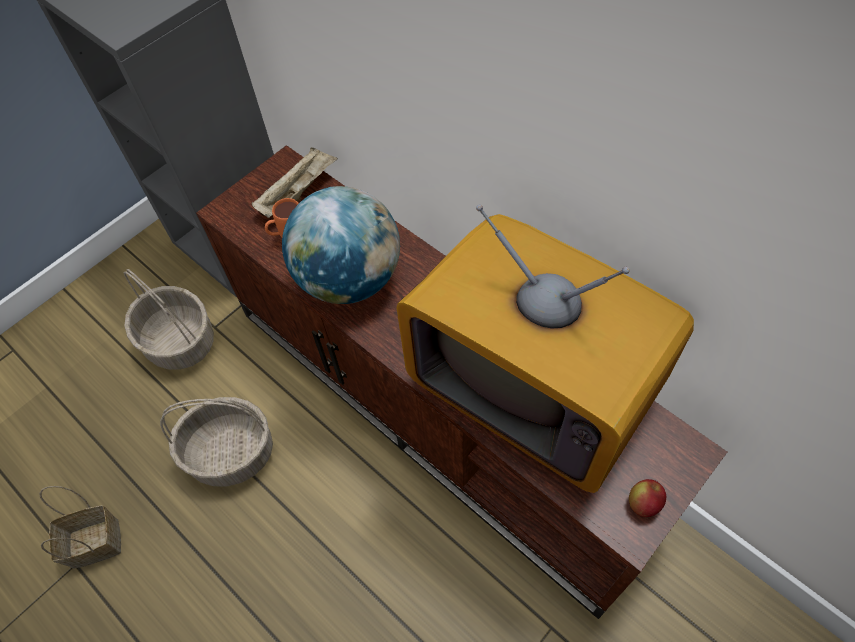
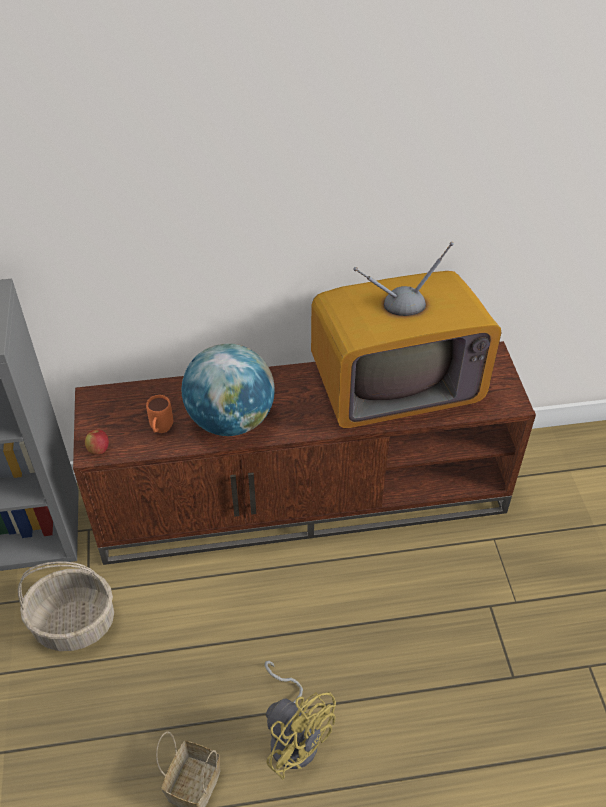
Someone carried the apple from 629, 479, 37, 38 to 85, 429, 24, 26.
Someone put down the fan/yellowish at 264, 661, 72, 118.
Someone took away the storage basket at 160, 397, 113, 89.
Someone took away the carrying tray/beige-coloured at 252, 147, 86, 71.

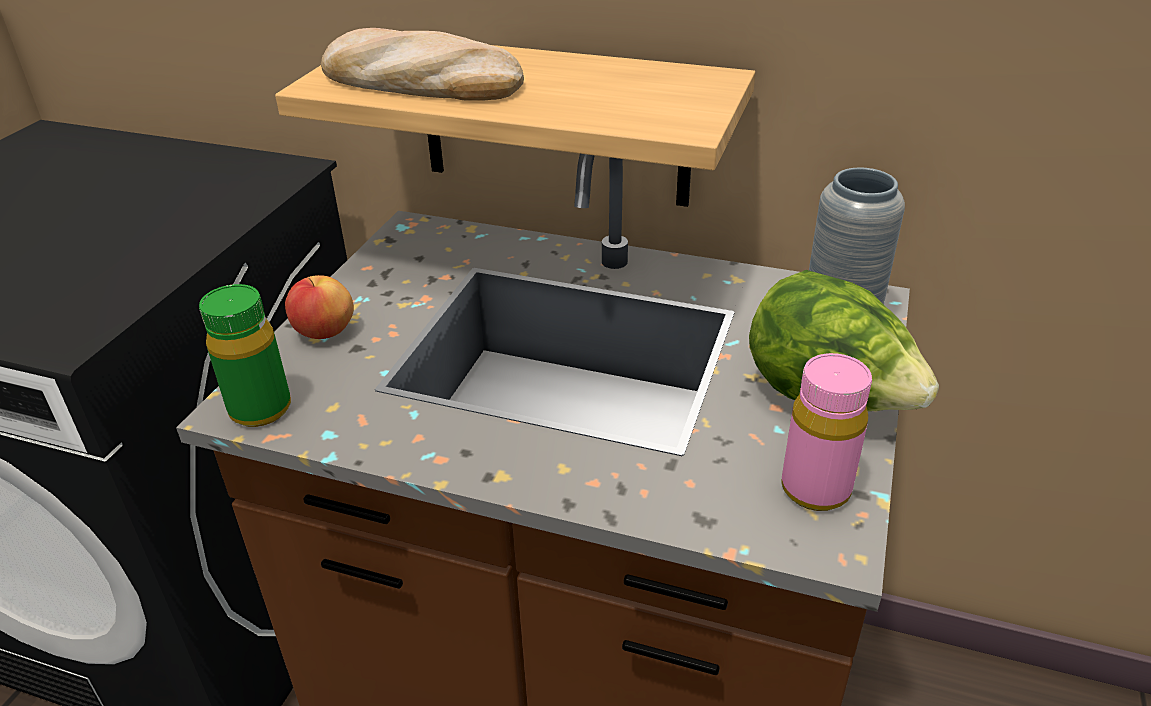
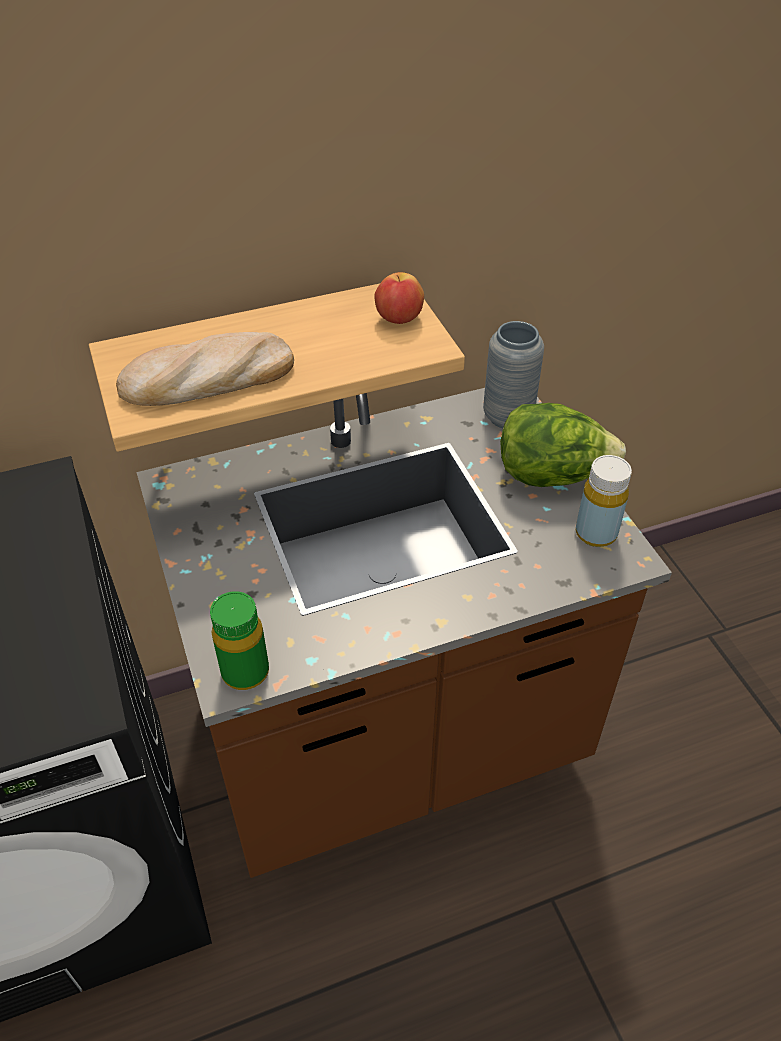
Someone carried the apple from 285, 275, 69, 64 to 374, 272, 50, 52.
Someone repainted the drink bottle/pinkish at 781, 353, 91, 158, which became the drink bottle/yellowish at 576, 455, 56, 92.

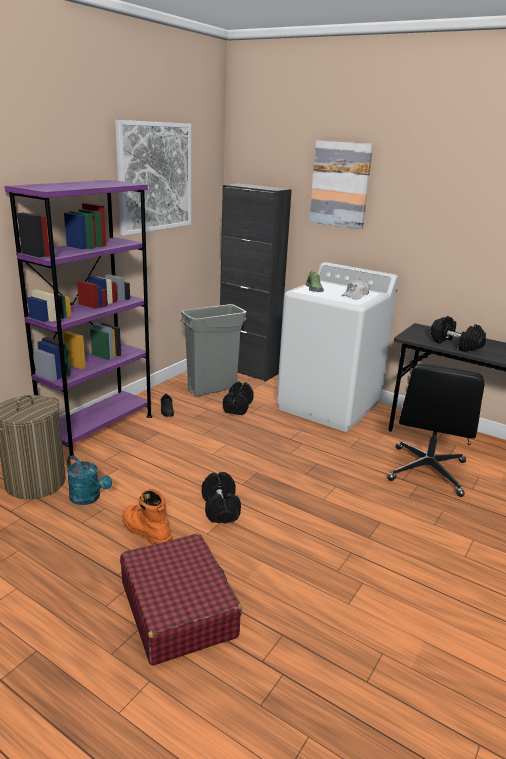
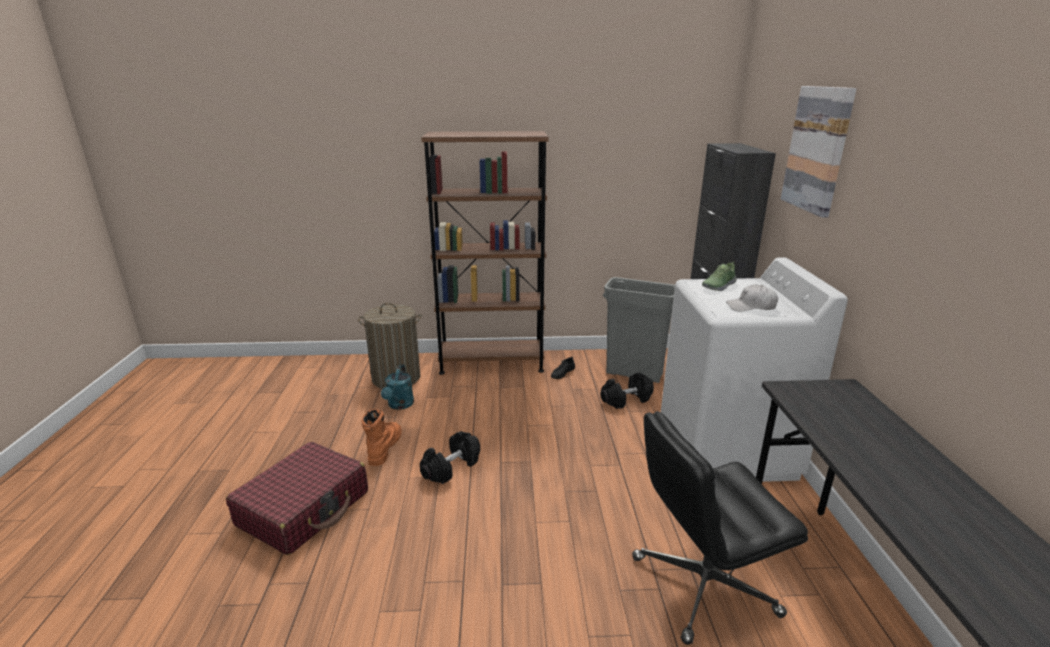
Someone repainted the shelving unit/purple at 4, 180, 148, 279, which became the shelving unit/brown-coloured at 421, 131, 128, 244.
Someone took away the wall art at 115, 120, 76, 116.
Someone took away the dumbbell/black at 431, 316, 55, 36.

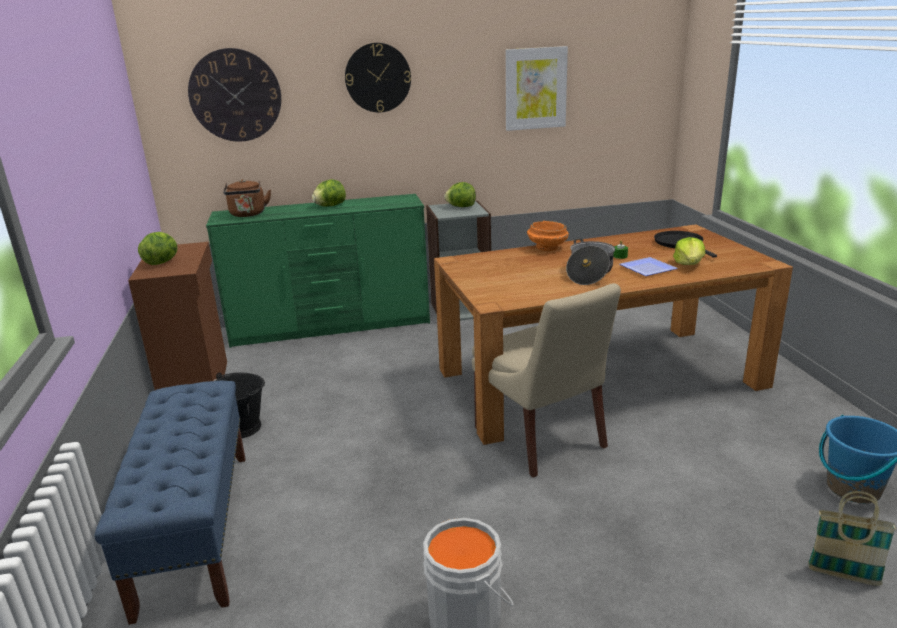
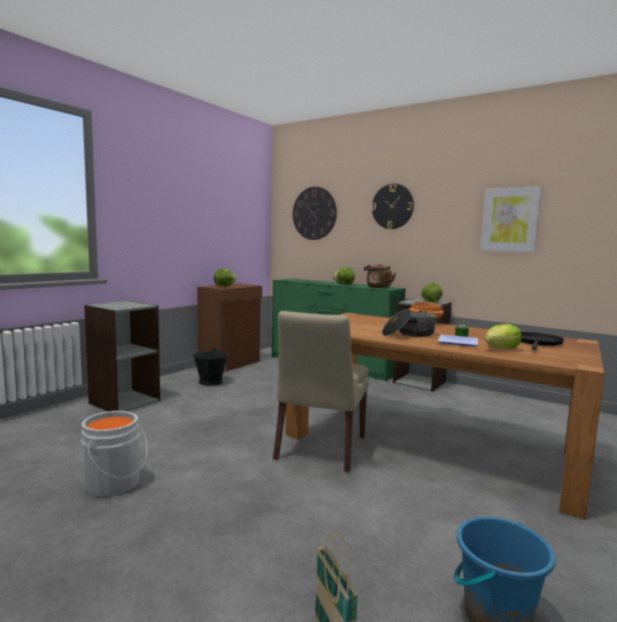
Someone swapped the bench/blue-coloured at 94, 381, 152, 244 for the shelving unit/grey at 84, 301, 76, 110.
Someone carried the water kettle/brown-coloured from 223, 179, 48, 38 to 364, 264, 32, 24.

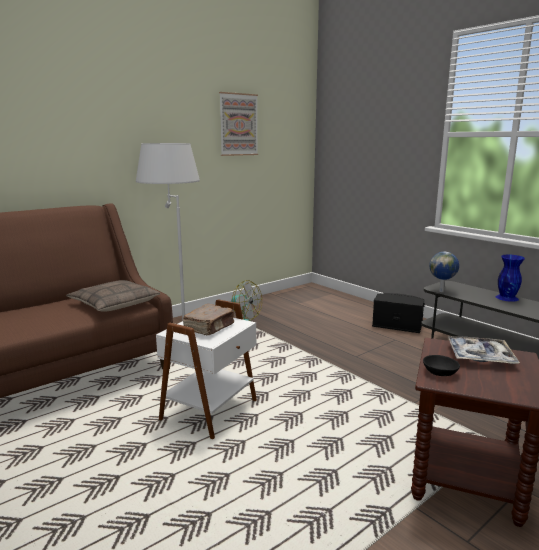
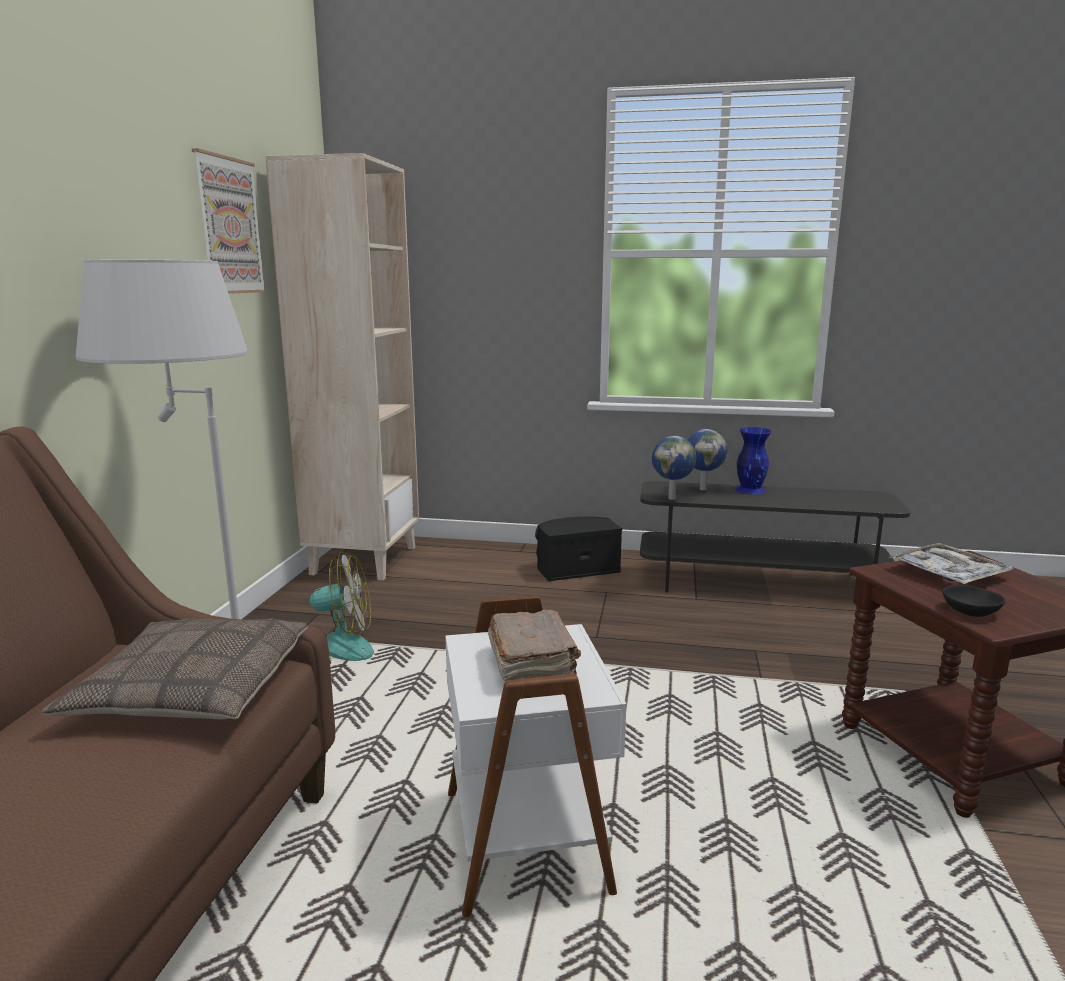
Someone put down the shelving unit/beige-coloured at 265, 153, 154, 427.
Someone put down the globe at 688, 429, 40, 61.

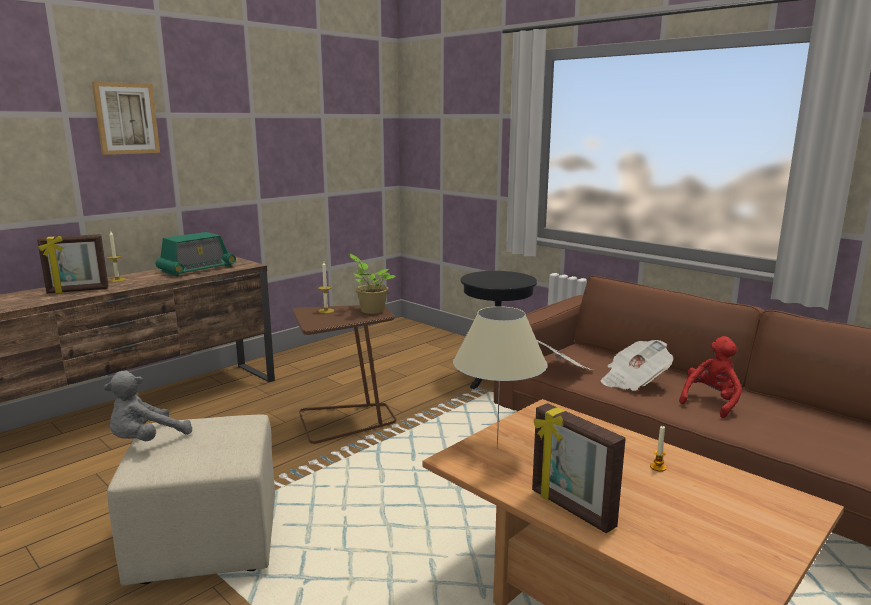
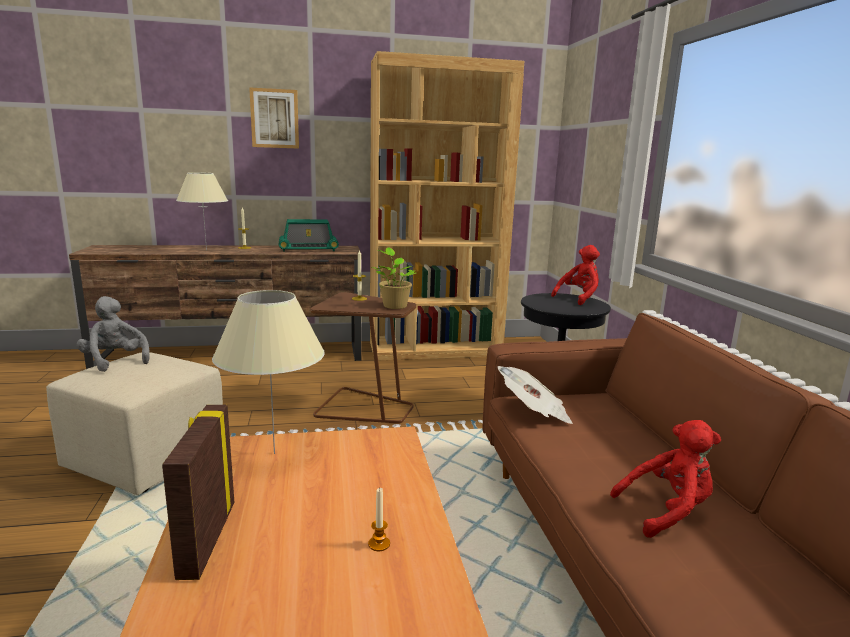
Someone rotated the cuddly toy/grey at 104, 371, 88, 70 by 60 degrees clockwise.
Someone swapped the picture frame at 37, 234, 72, 60 for the table lamp/beige-coloured at 176, 172, 52, 78.
Someone put down the shelving unit/brown-coloured at 370, 51, 154, 309.
Someone put down the cuddly toy/red-coloured at 551, 245, 49, 60.
Someone took away the printed paper at 601, 340, 72, 51.

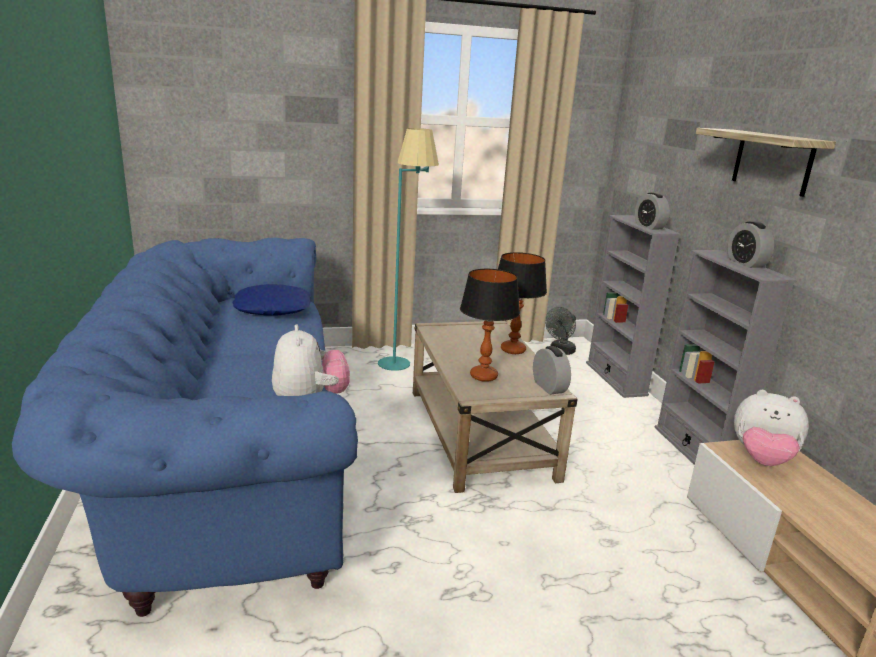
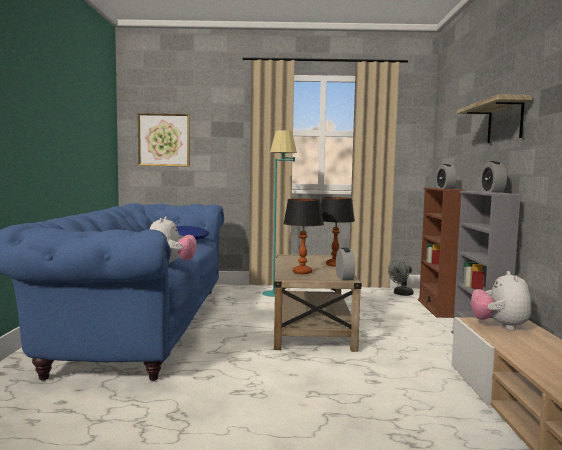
Someone put up the wall art at 138, 113, 52, 54.
Someone repainted the shelving unit/grey at 586, 215, 95, 183, which became the shelving unit/brown-coloured at 418, 187, 47, 131.
Someone rotated the cuddly toy at 734, 390, 75, 76 by 60 degrees clockwise.

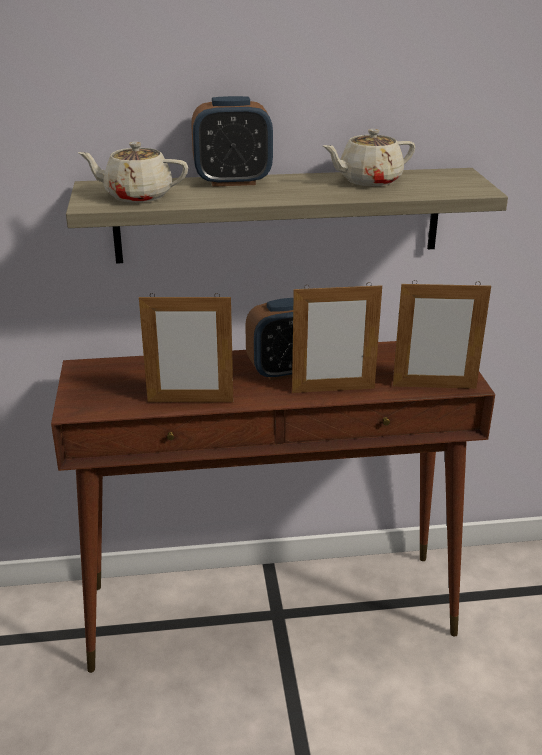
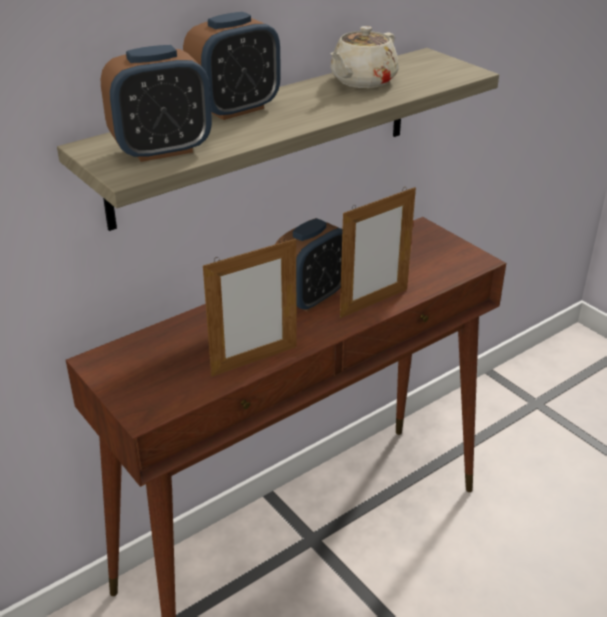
Someone swapped the tea pot/beige-coloured at 78, 142, 110, 61 for the alarm clock at 101, 45, 111, 117.
Someone took away the picture frame at 393, 280, 98, 109.

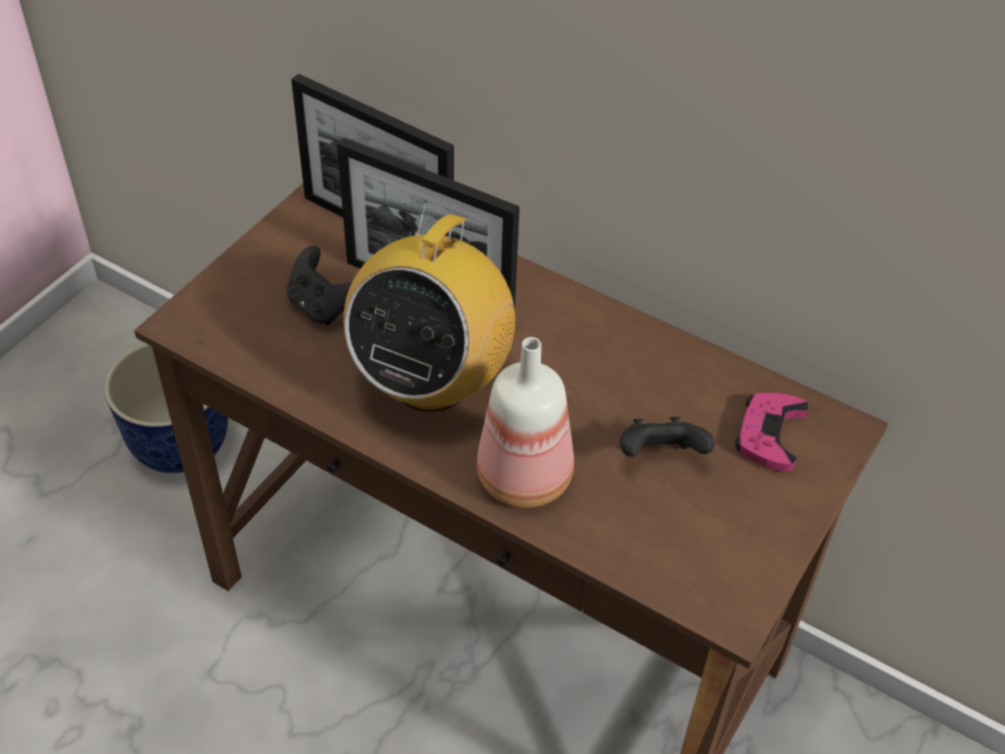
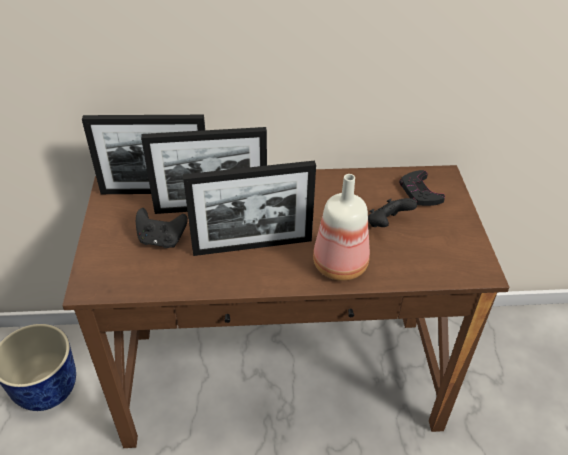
Someone swapped the radio set at 343, 201, 172, 210 for the picture frame at 183, 161, 133, 95.
Someone repainted the game controller/pinkish at 735, 393, 73, 79, which became the game controller/black at 399, 170, 46, 36.

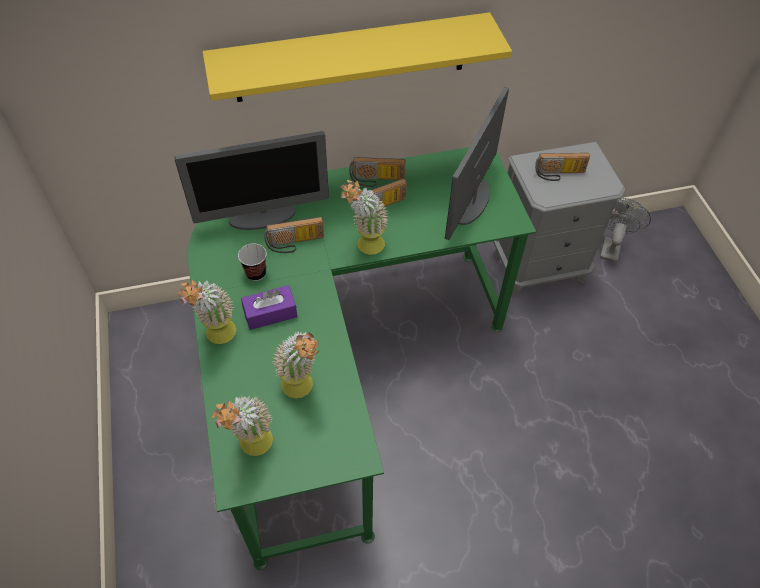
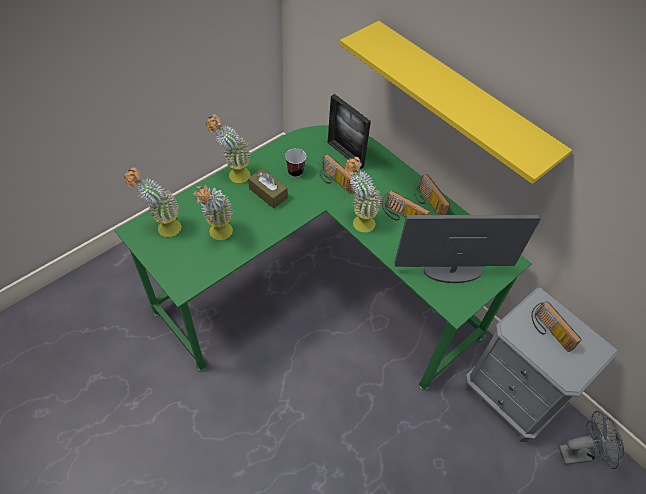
Someone repainted the tissue holder/purple at 241, 285, 57, 45, which became the tissue holder/brown-coloured at 248, 168, 40, 40.
Someone swapped the computer display at 174, 131, 155, 99 for the picture frame at 328, 94, 43, 75.

